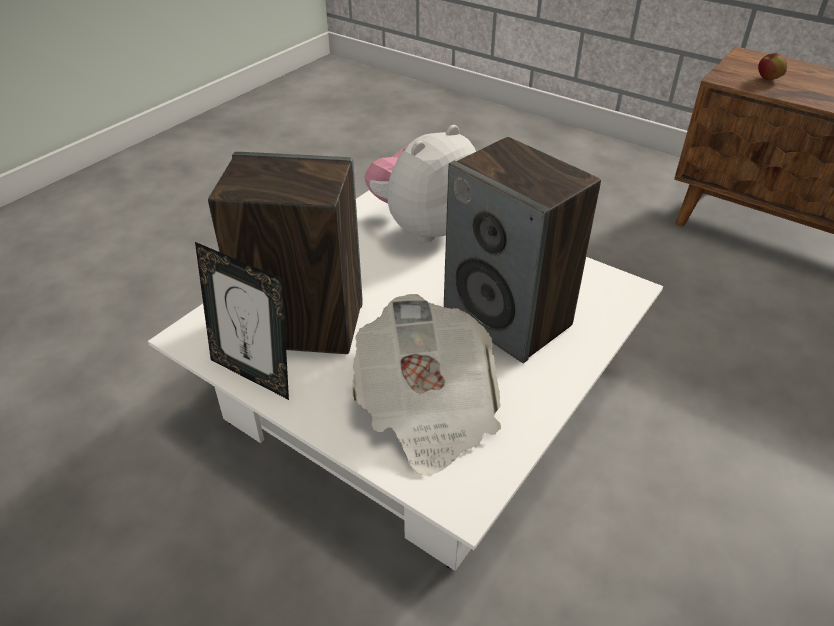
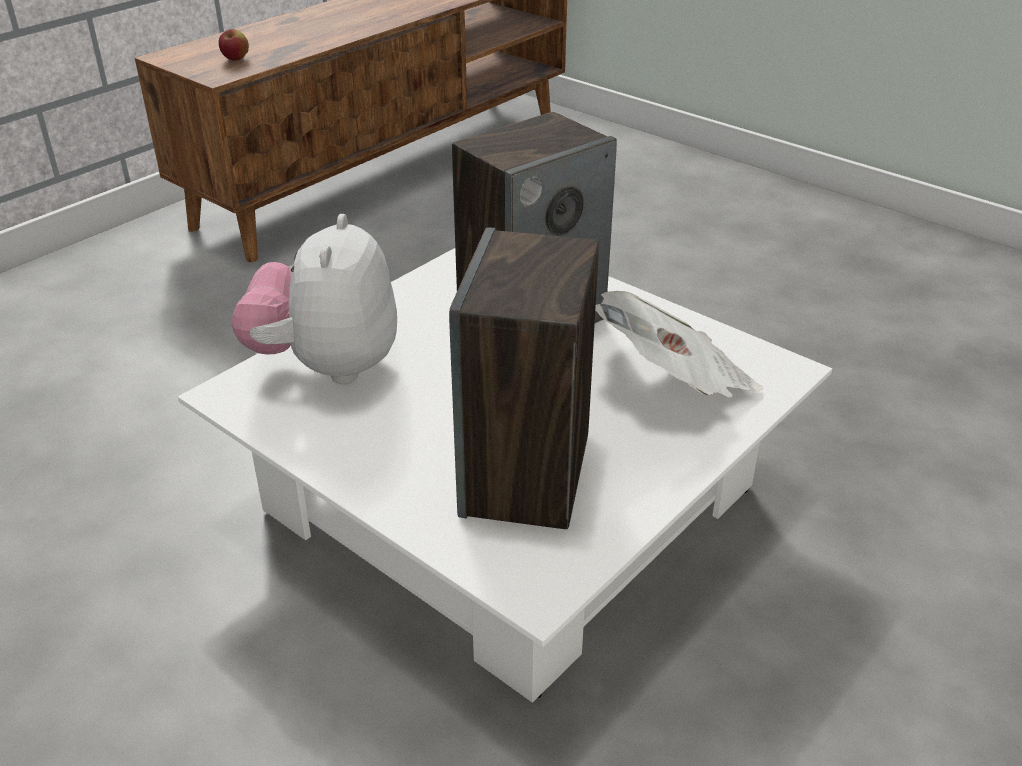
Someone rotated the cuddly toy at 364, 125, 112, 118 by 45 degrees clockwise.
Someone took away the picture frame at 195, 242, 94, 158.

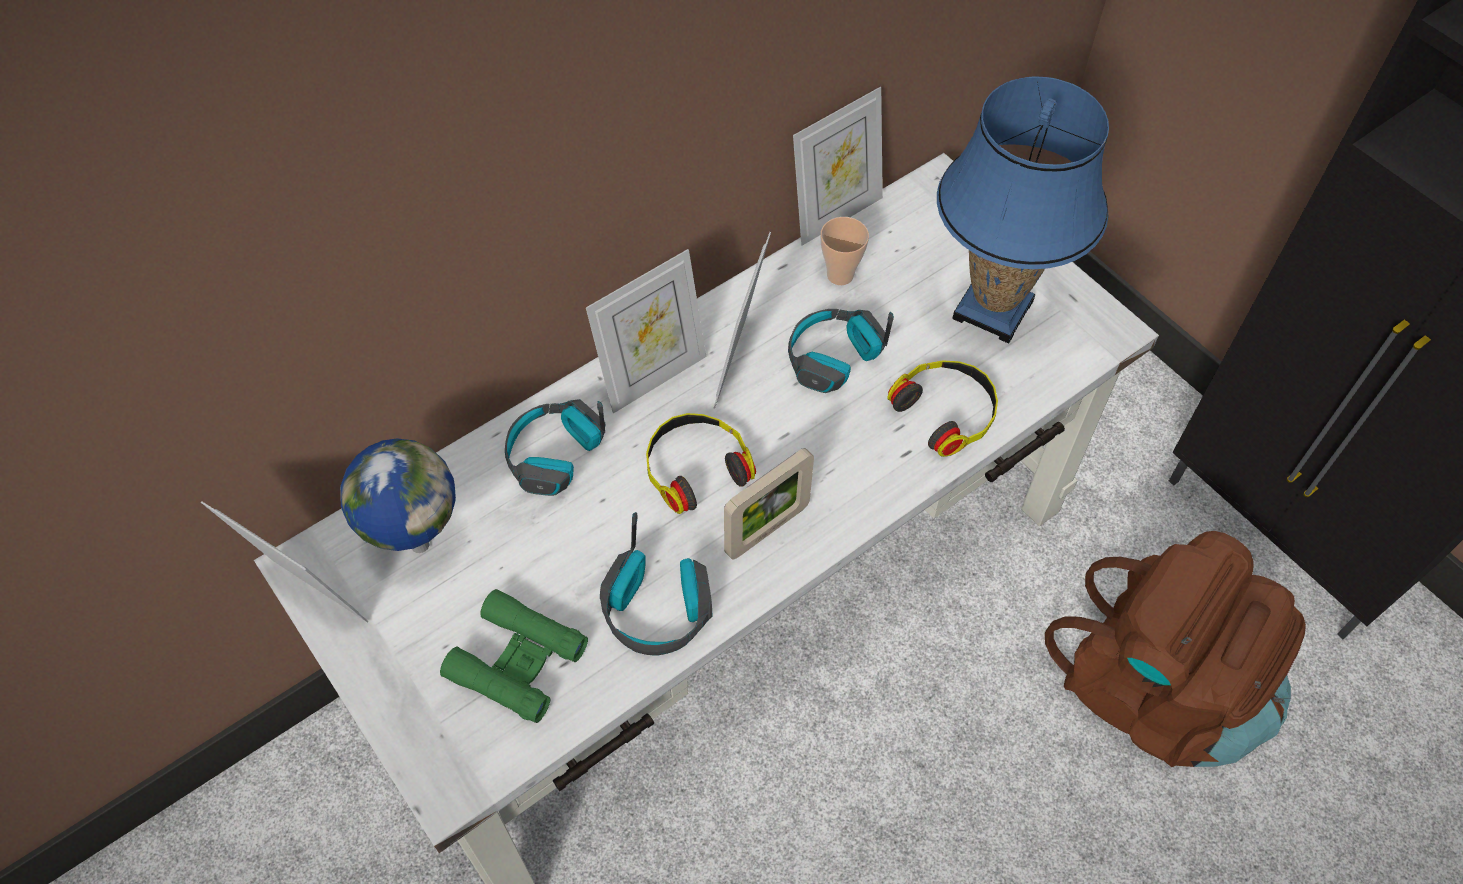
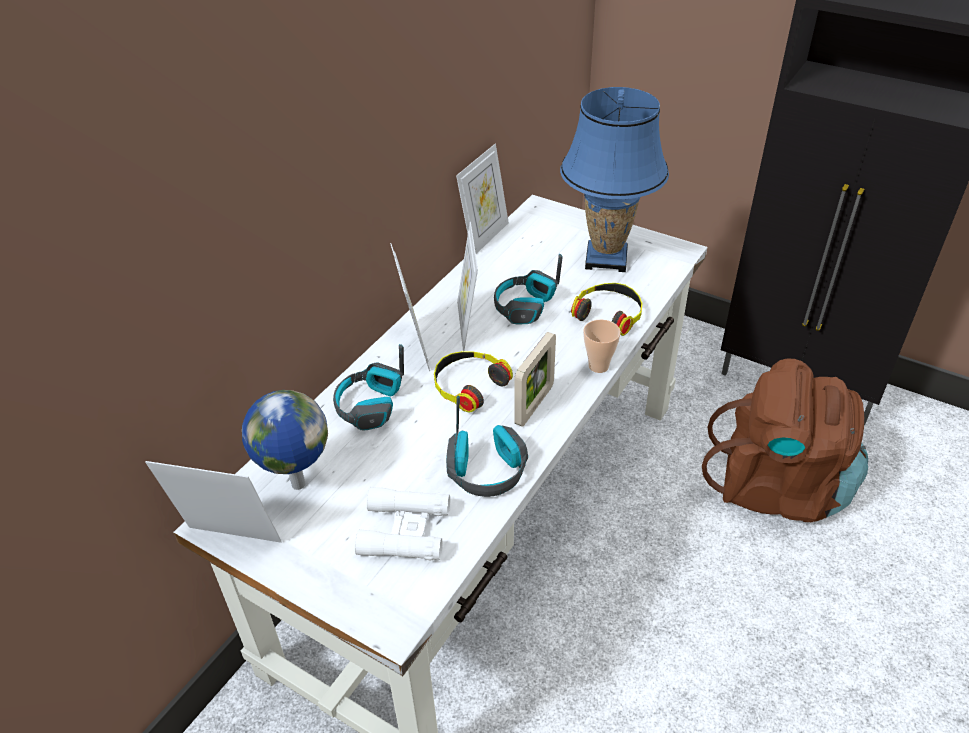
Someone repainted the field glasses/greenish at 440, 589, 148, 134, which became the field glasses/white-coloured at 354, 487, 96, 73.
Someone rotated the picture frame at 586, 249, 120, 165 by 45 degrees counterclockwise.
Someone carried the drinking cup from 820, 217, 49, 68 to 583, 319, 38, 54.

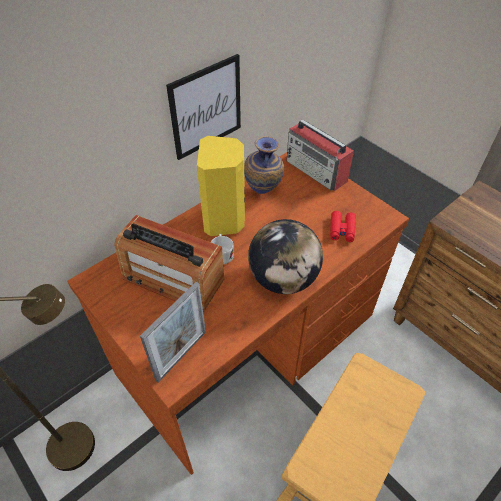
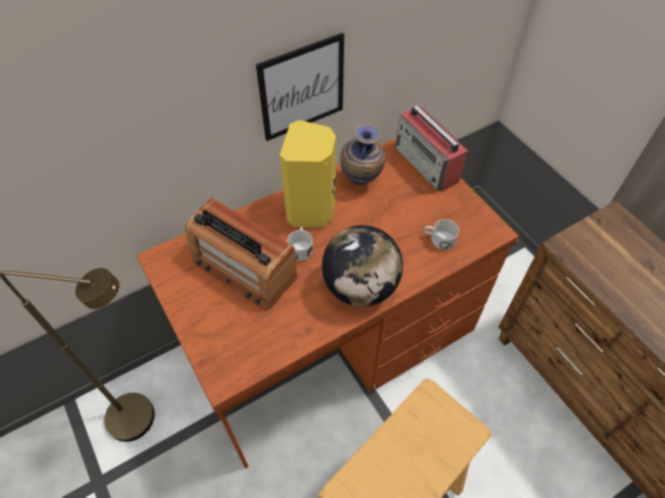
Someone swapped the field glasses/red-coloured at 330, 211, 26, 31 for the coffee mug/white-coloured at 424, 219, 35, 31.
Someone took away the picture frame at 140, 282, 66, 101.

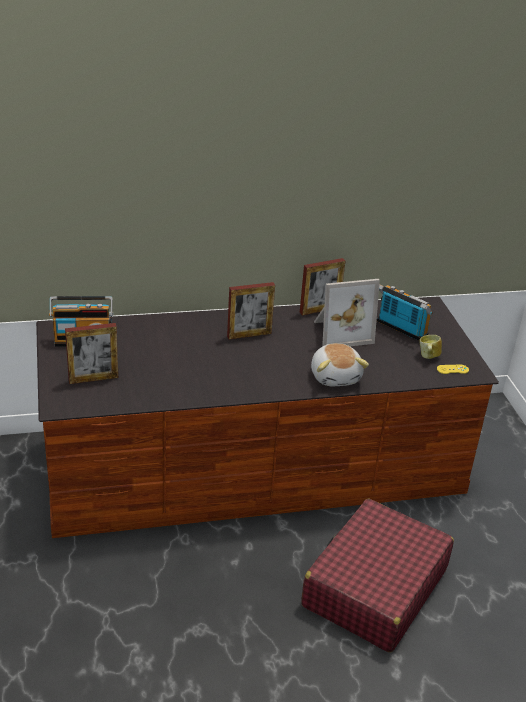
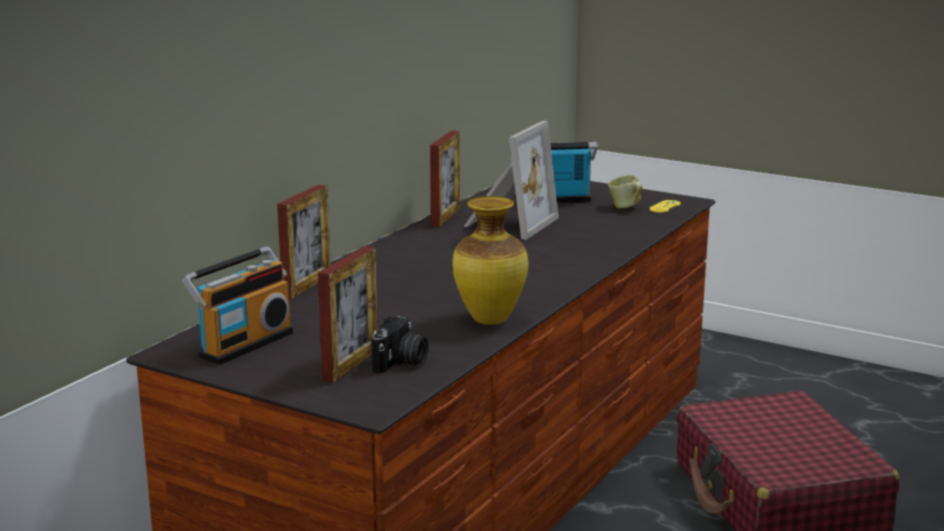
Someone carried the picture frame from 227, 282, 48, 57 to 277, 185, 54, 115.
Someone put down the photo camera at 371, 315, 58, 59.
Someone put down the vase at 453, 196, 75, 129.
Someone took away the cuddly toy at 311, 343, 58, 43.

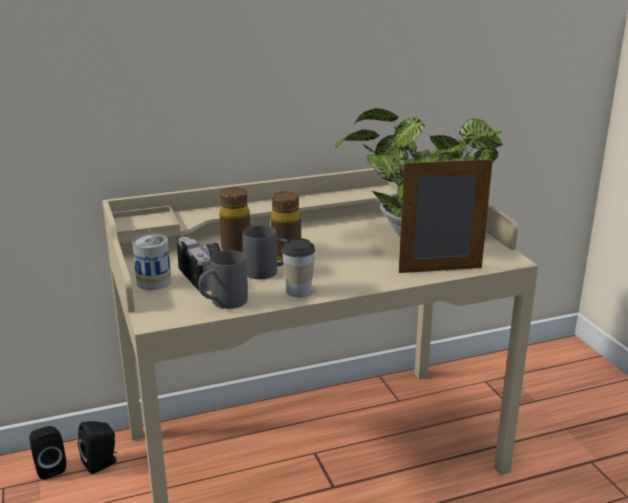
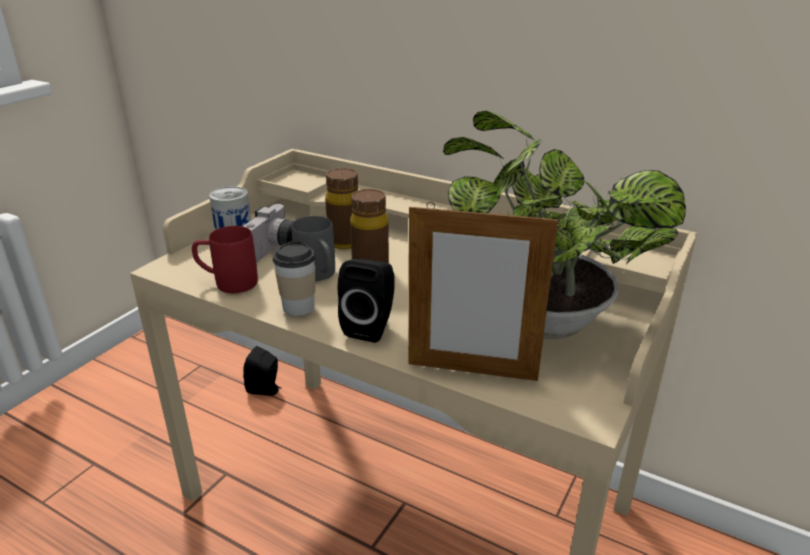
Someone repainted the coffee mug/grey at 199, 250, 49, 59, which became the coffee mug/red-coloured at 192, 226, 66, 67.
Someone carried the loudspeaker/black from 29, 426, 37, 53 to 338, 259, 56, 84.
Someone rotated the picture frame at 399, 156, 94, 117 by 150 degrees clockwise.

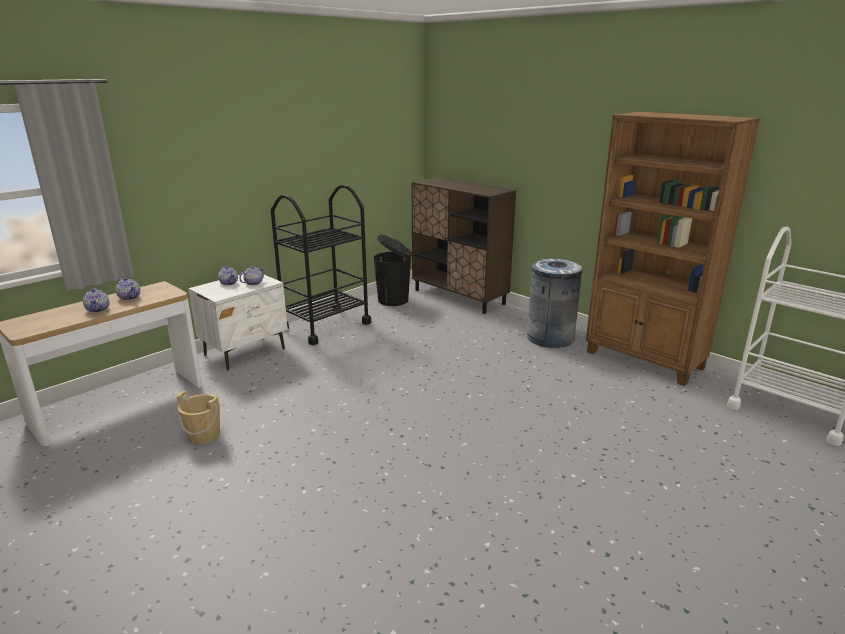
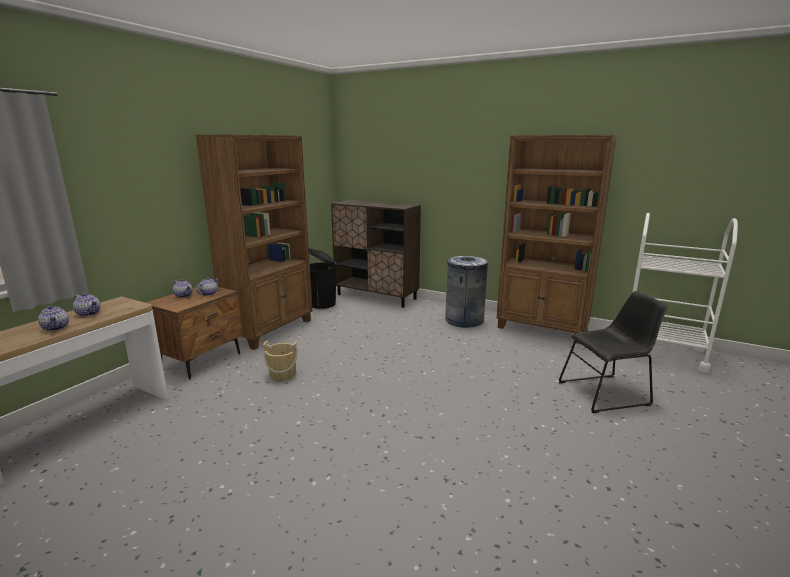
Someone repainted the nightstand/white-coloured at 188, 274, 100, 96, which became the nightstand/brown-coloured at 146, 286, 97, 93.
Someone swapped the trolley/black at 271, 185, 100, 160 for the shelving unit/brown-coloured at 196, 134, 116, 216.
Someone carried the water bucket/beige-coloured from 177, 390, 43, 54 to 263, 340, 34, 41.
Someone put down the upright chair/black at 558, 291, 110, 122.

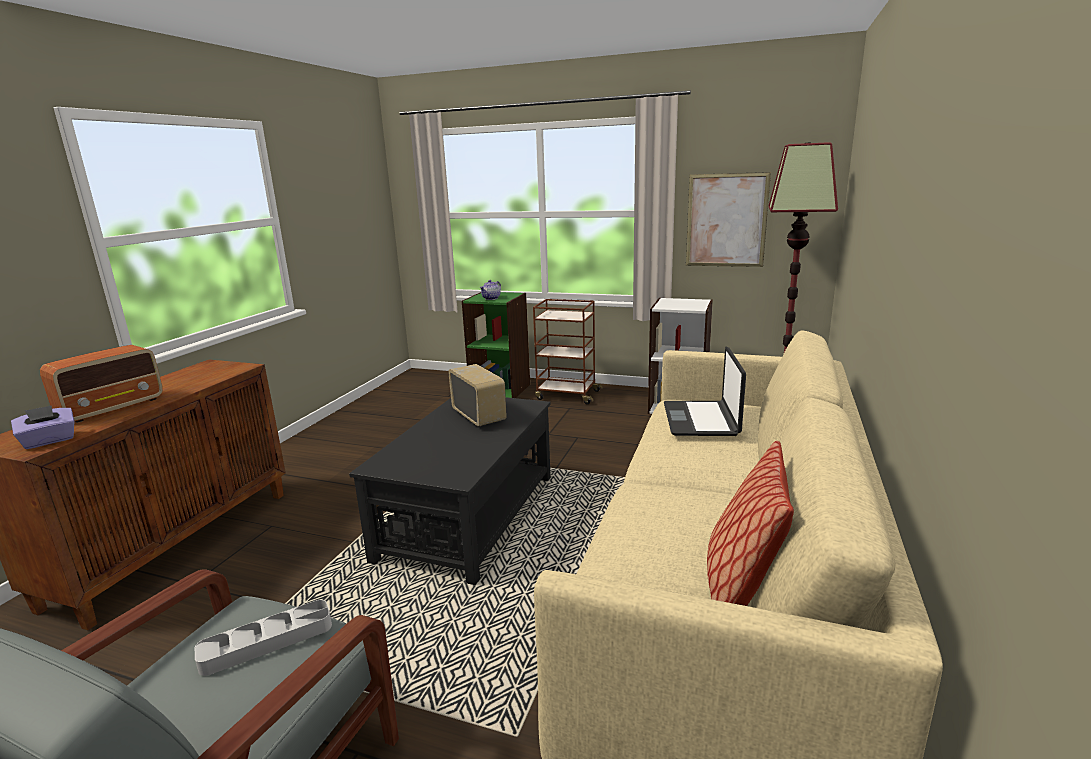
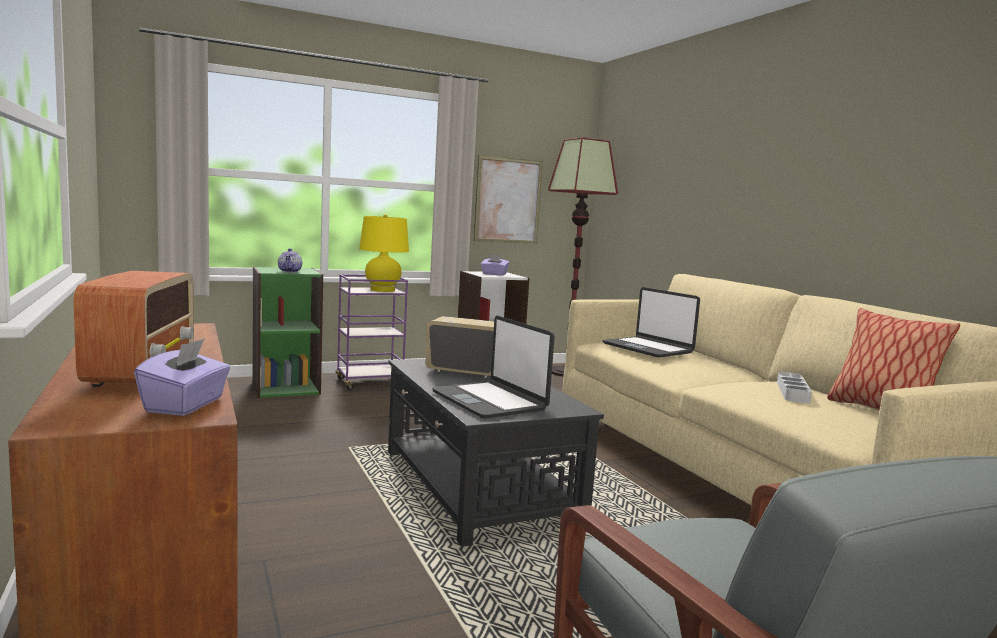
Someone repainted the trolley/brown-coloured at 533, 299, 70, 105, which became the trolley/purple at 335, 274, 73, 116.
Someone put down the table lamp/yellowish at 359, 214, 50, 78.
Someone put down the laptop at 432, 316, 123, 103.
Someone put down the tissue holder/purple at 481, 254, 28, 22.
Someone carried the carrying tray/grey from 195, 600, 137, 76 to 777, 372, 35, 31.

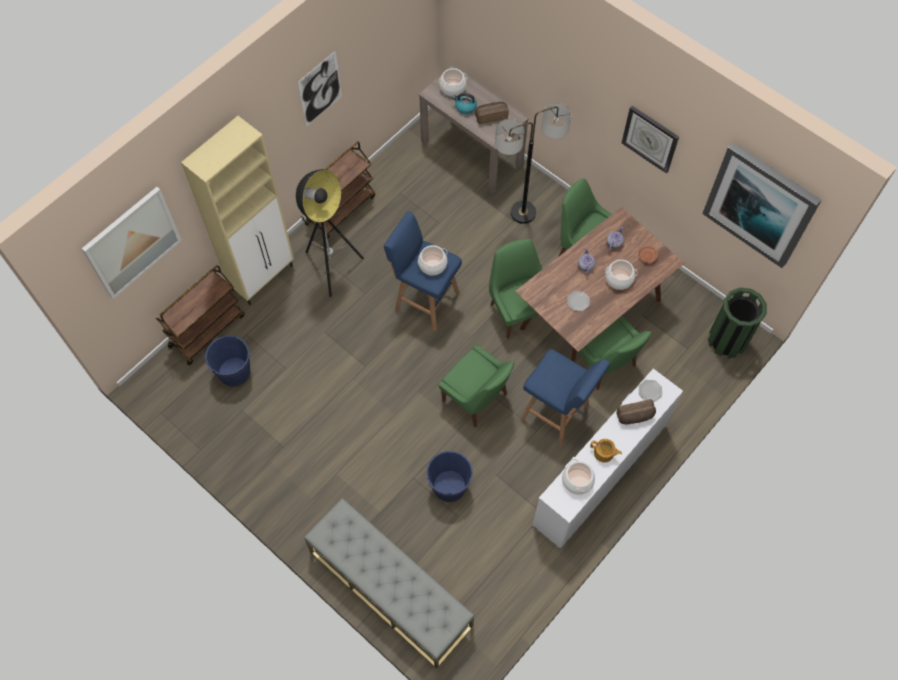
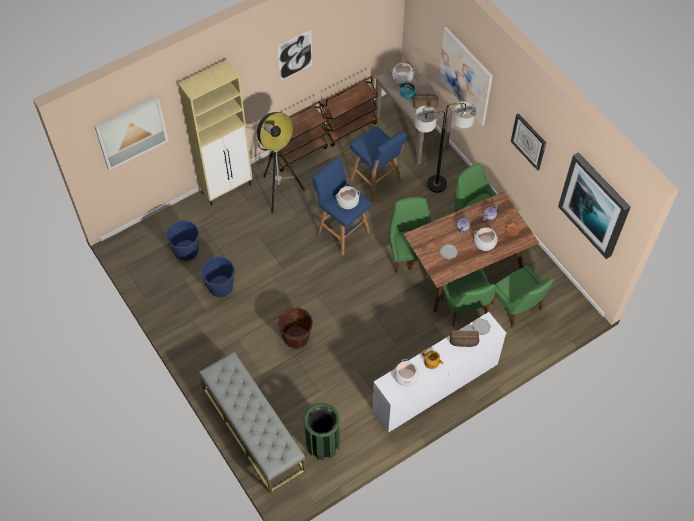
Someone carried the water bucket/blue-coloured from 426, 451, 47, 51 to 201, 256, 34, 41.
Someone put down the water bucket/brown-coloured at 278, 307, 35, 42.
Someone carried the trash can/greenish from 708, 287, 59, 71 to 303, 403, 37, 57.
Someone carried the trolley/brown-coloured from 156, 265, 89, 100 to 321, 76, 57, 71.
Someone carried the stool seat/blue-coloured from 520, 349, 90, 97 to 350, 126, 57, 76.
Someone put up the wall art at 439, 27, 54, 99.
Someone carried the upright chair/greenish from 439, 345, 75, 82 to 491, 265, 63, 63.

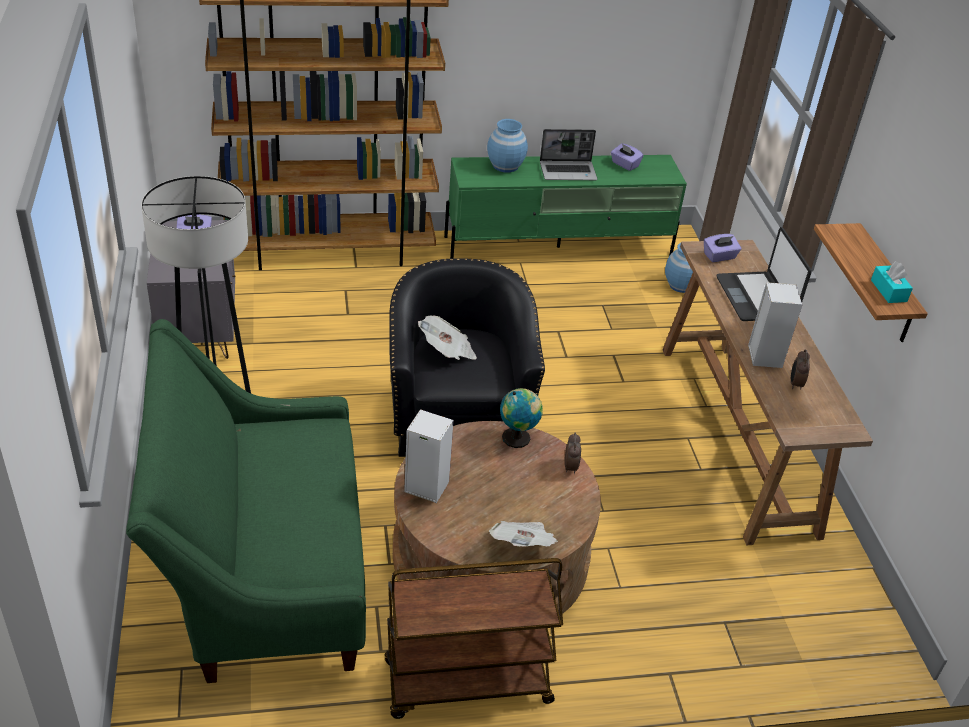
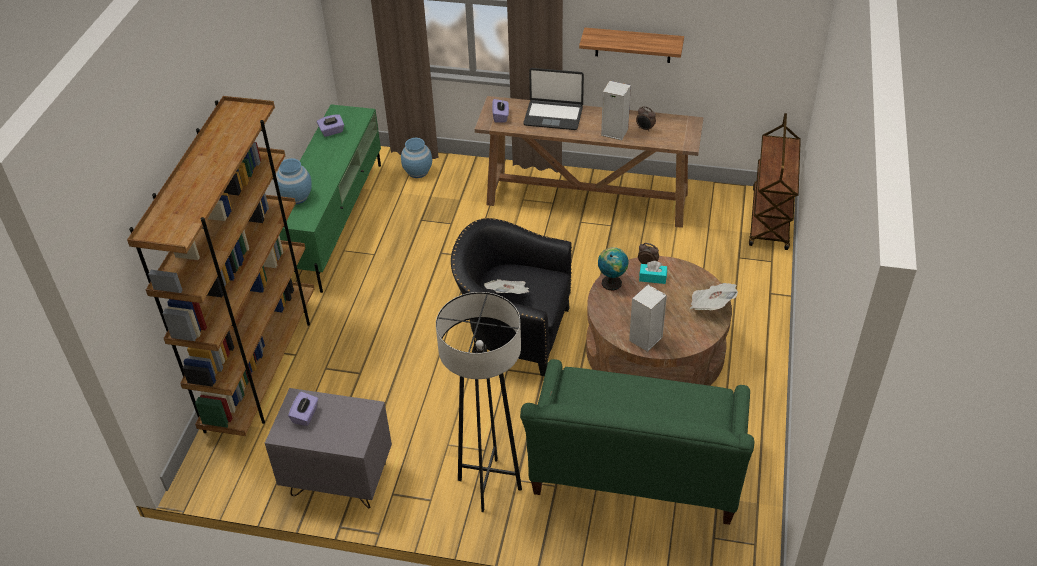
Someone carried the tissue holder/turquoise from 871, 261, 42, 42 to 639, 261, 28, 23.
Someone carried the trolley/brown-coloured from 385, 558, 178, 161 to 749, 113, 52, 137.
Someone took away the laptop at 540, 129, 58, 51.

